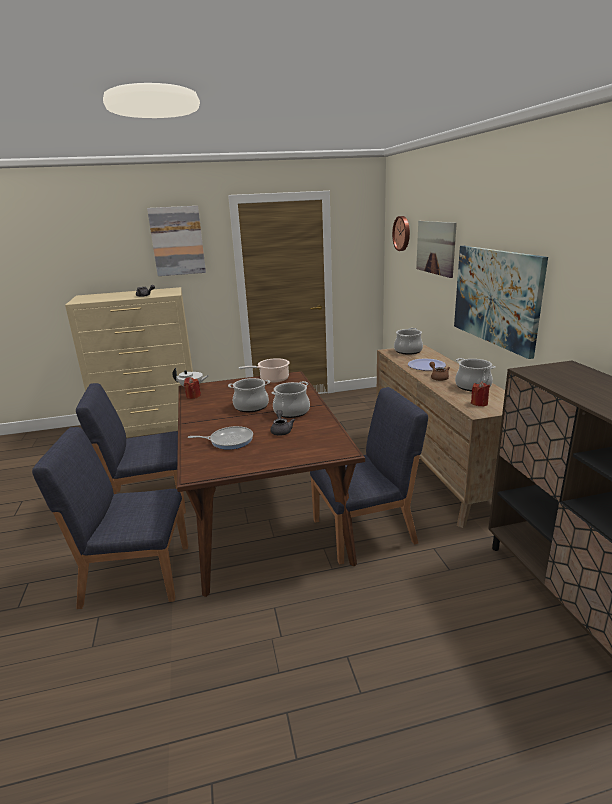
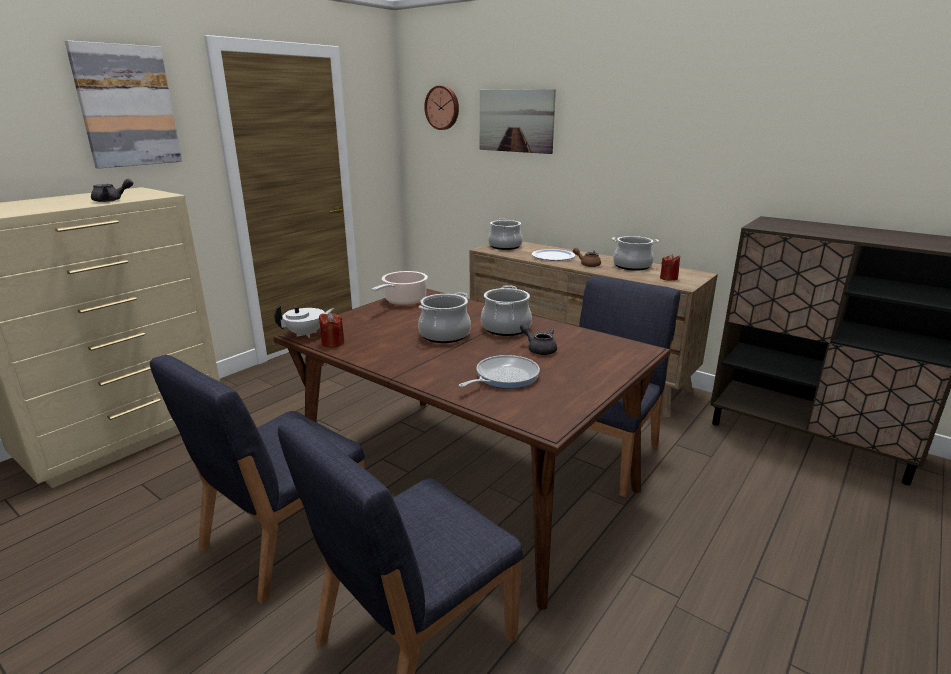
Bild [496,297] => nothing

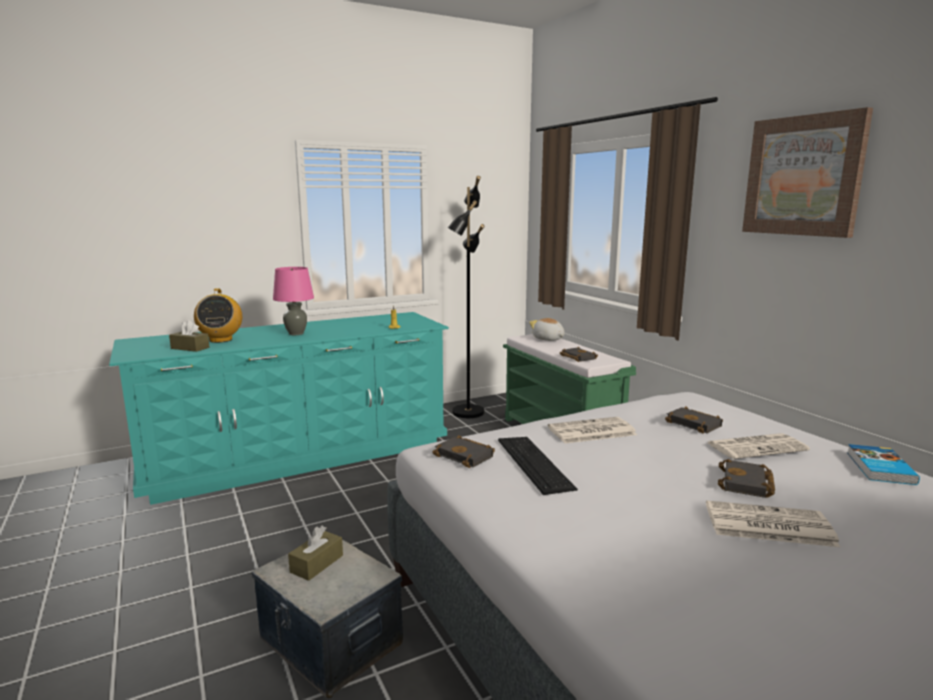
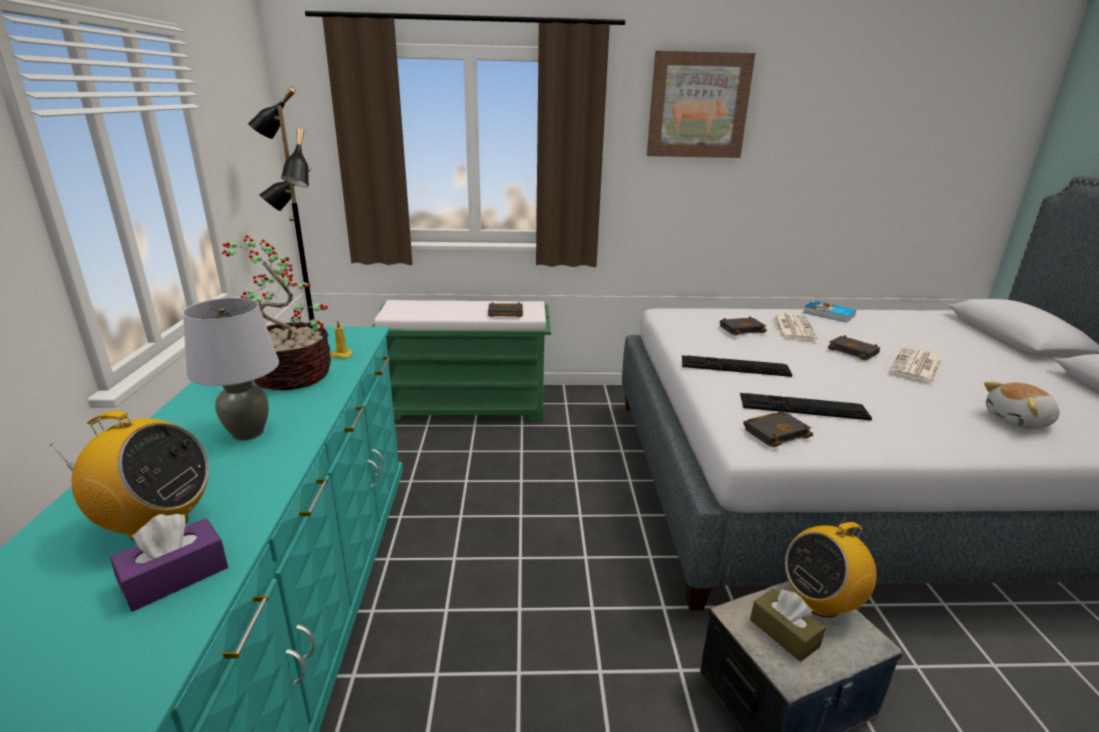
Taschentuchbox/braun [190,348] => Taschentuchbox/lila [175,576]
Tischlampe/rosa [296,333] => Tischlampe/grau [248,433]
nothing => Topfpflanze [289,375]
Zeitung [591,431] => Tastatur [735,366]
nothing => Radio [820,601]
Plüschtier [548,339] => Plüschtier [1019,421], shifted

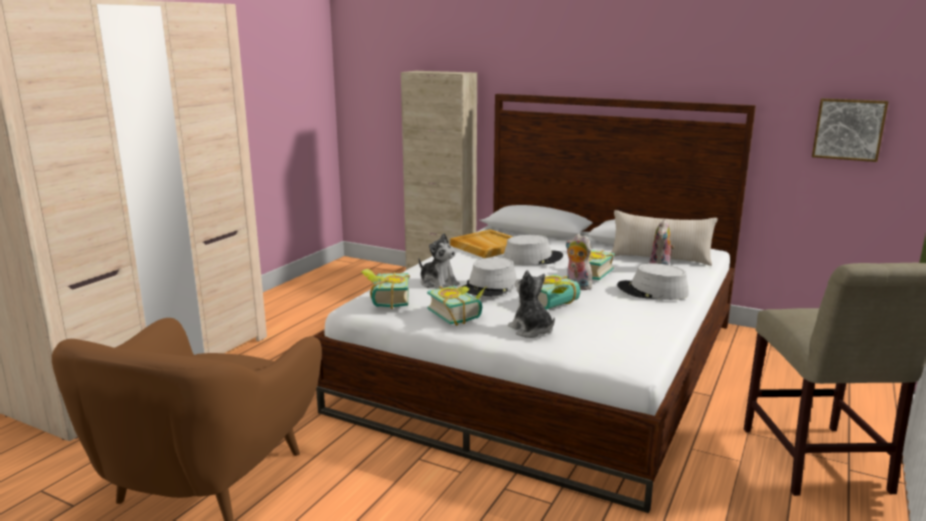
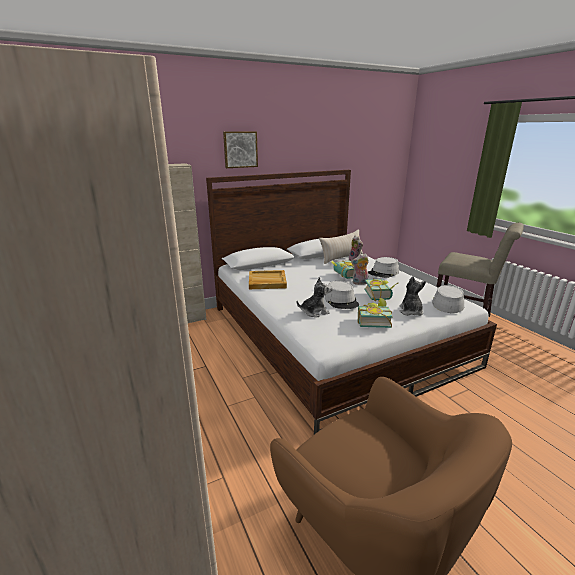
Bild [848,129] => Bild [240,149], shifted
Plüschtier [531,330] => Plüschtier [410,311], 90 degrees clockwise
Hut/grau [532,258] => Hut/grau [447,303], shifted
Buch [385,301] => nothing

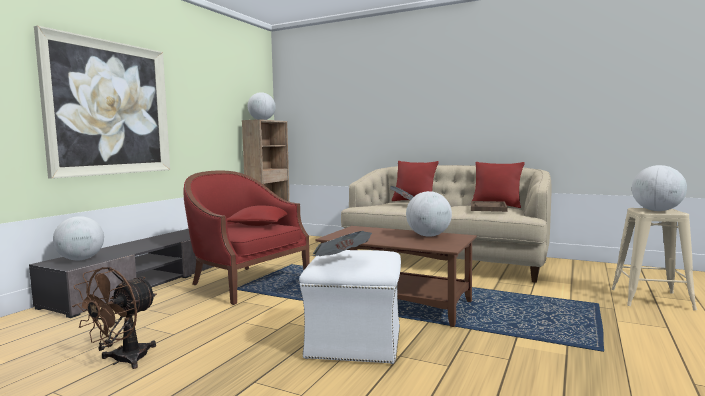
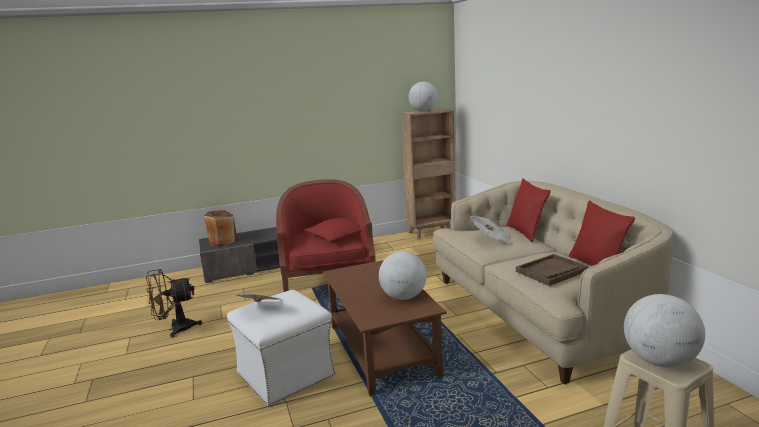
Globus [80,259] => Vase/braun [223,241]
Bild [109,108] => nothing

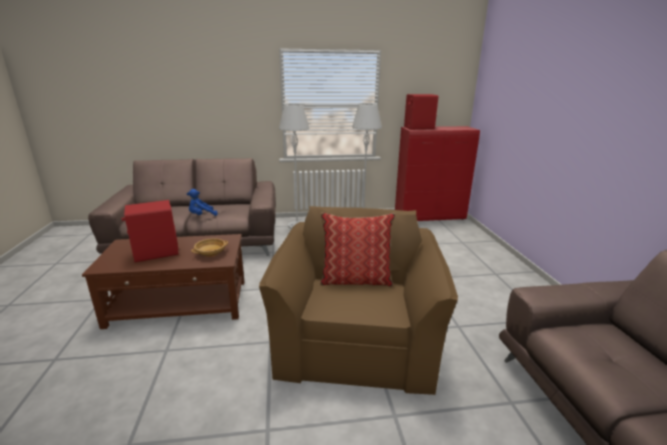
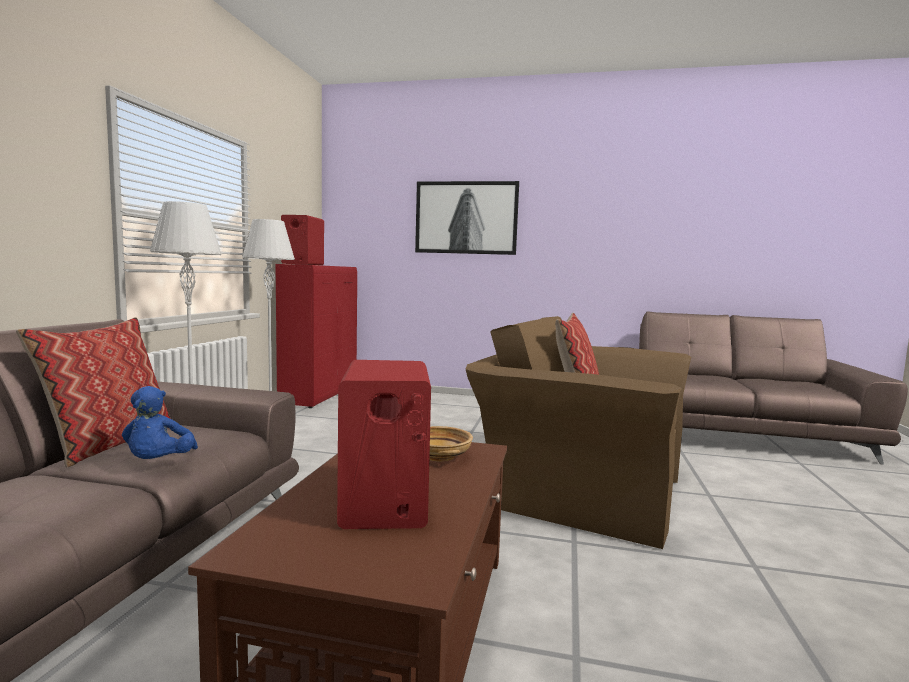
nothing => Kissen [109,443]
nothing => Bild [466,217]

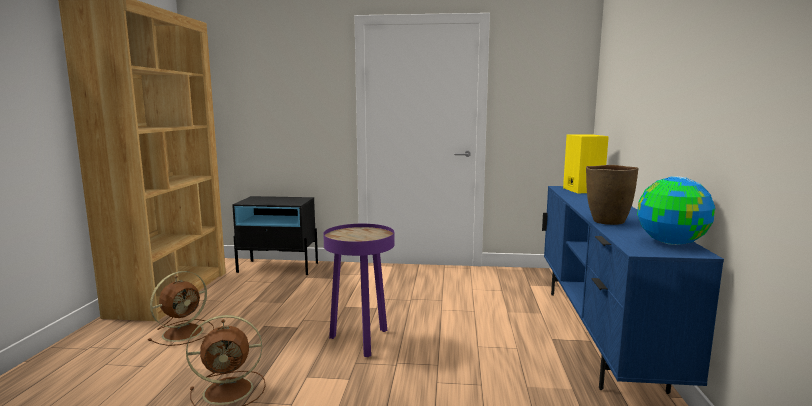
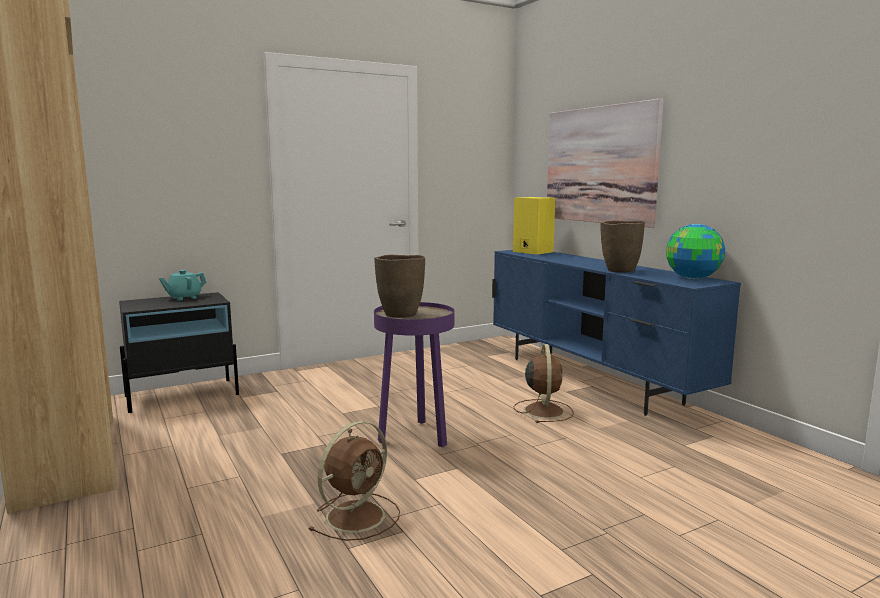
nothing => Teekanne/türkis [184,298]
nothing => Vase/braun [400,315]
Ventilator/braun [184,332] => Ventilator/braun [543,410], shifted
nothing => Bild [600,165]

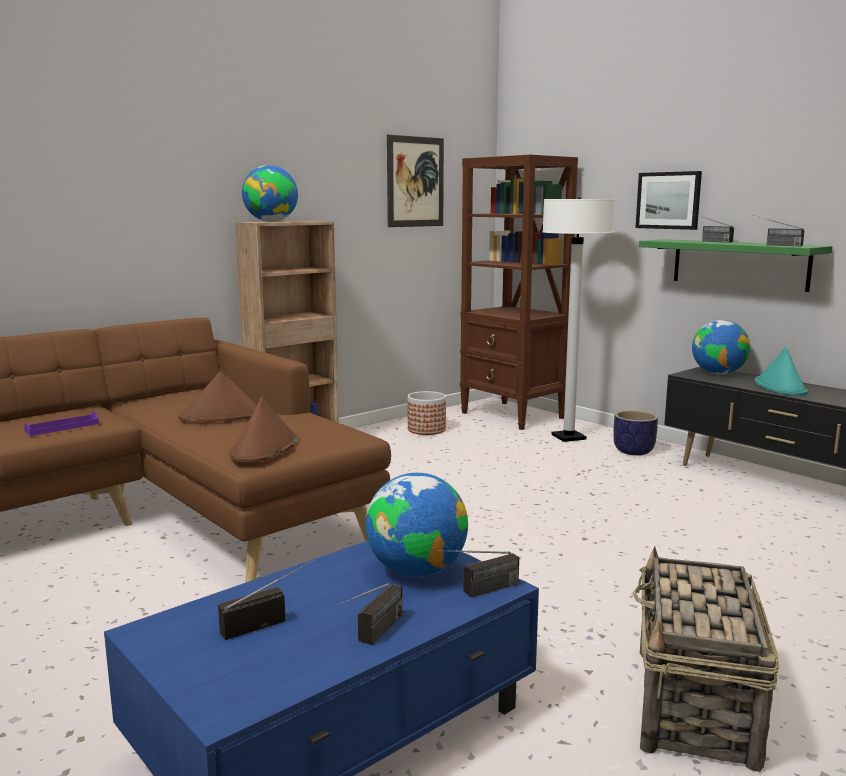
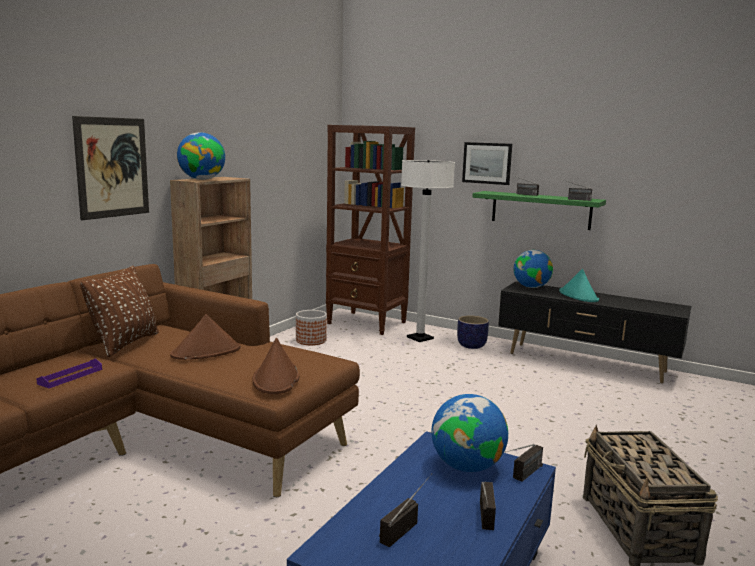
Bild [415,182] => Bild [112,167], shifted
nothing => Kissen/braun [125,343]

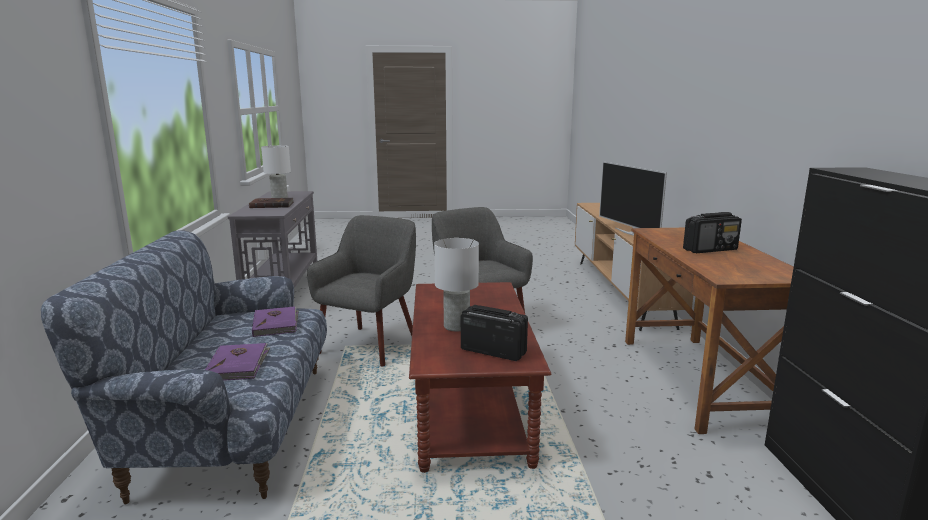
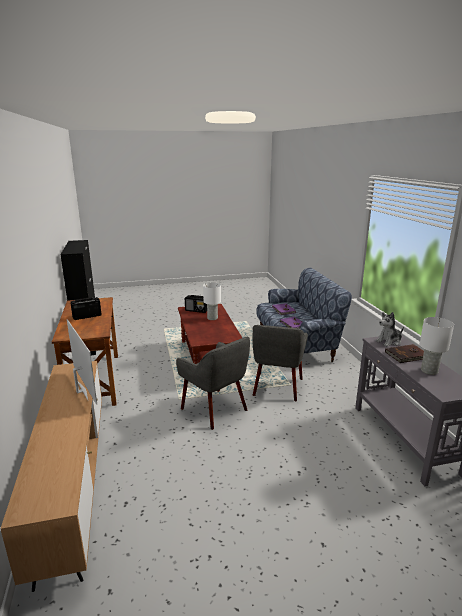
nothing => Plüschtier [389,341]

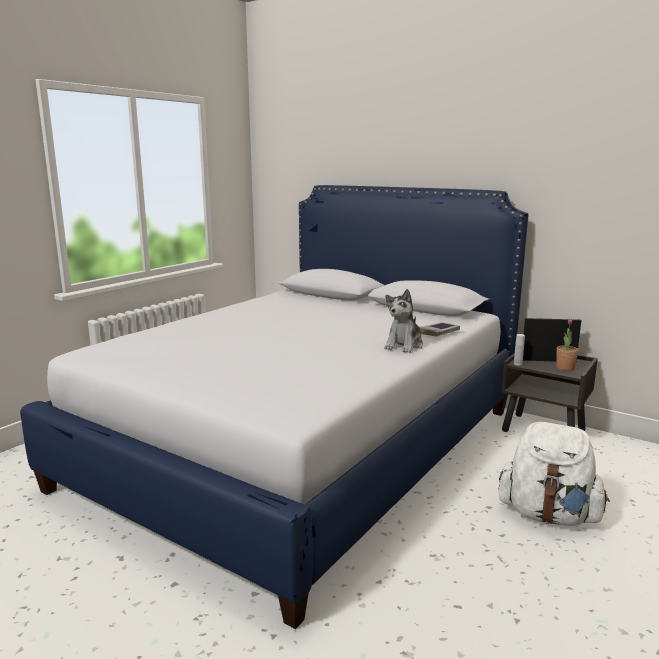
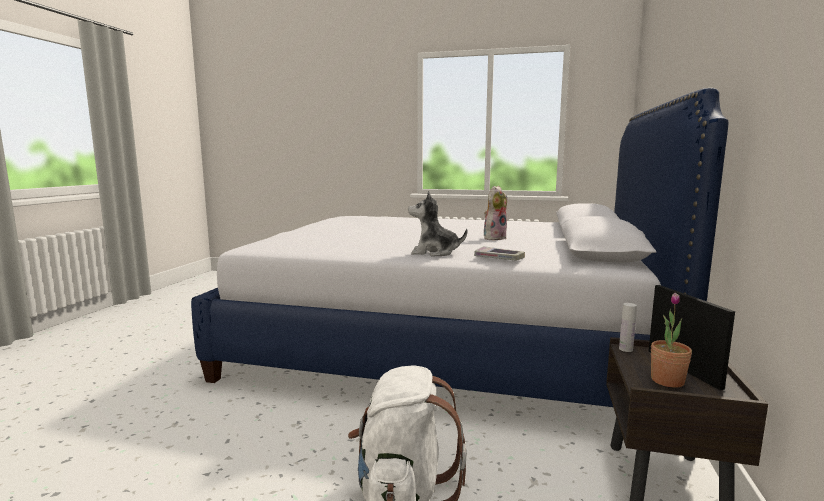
nothing => Plüschtier [494,238]

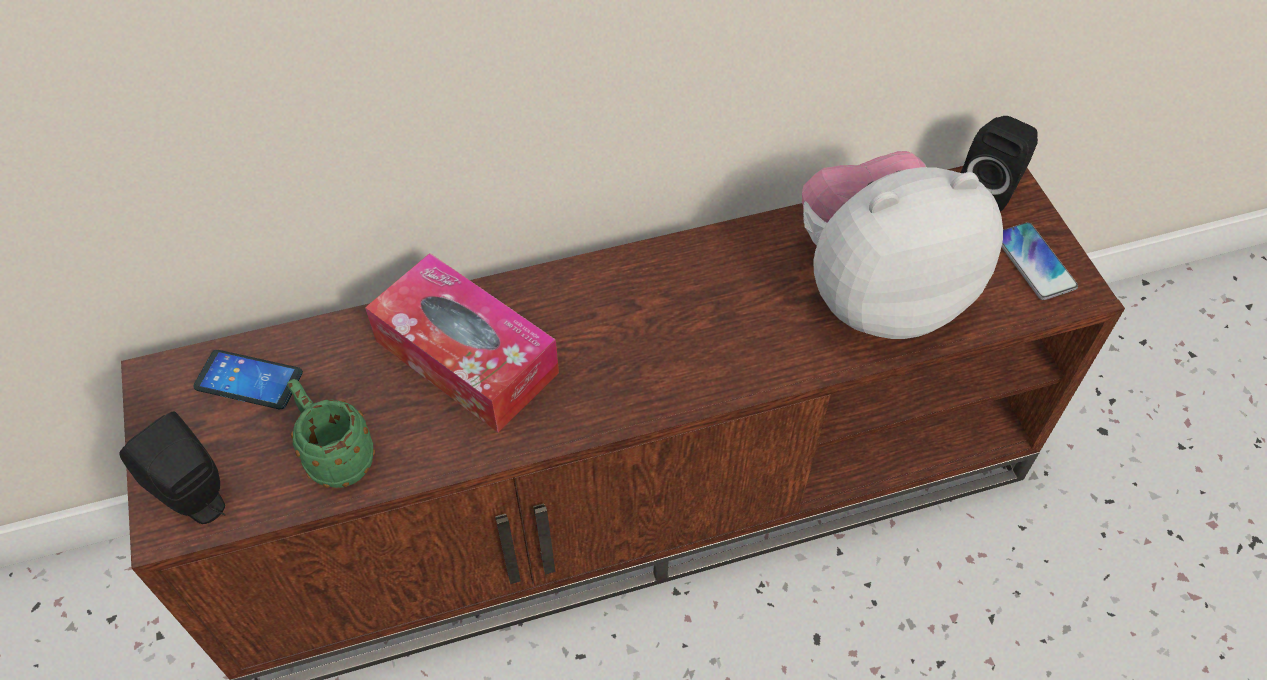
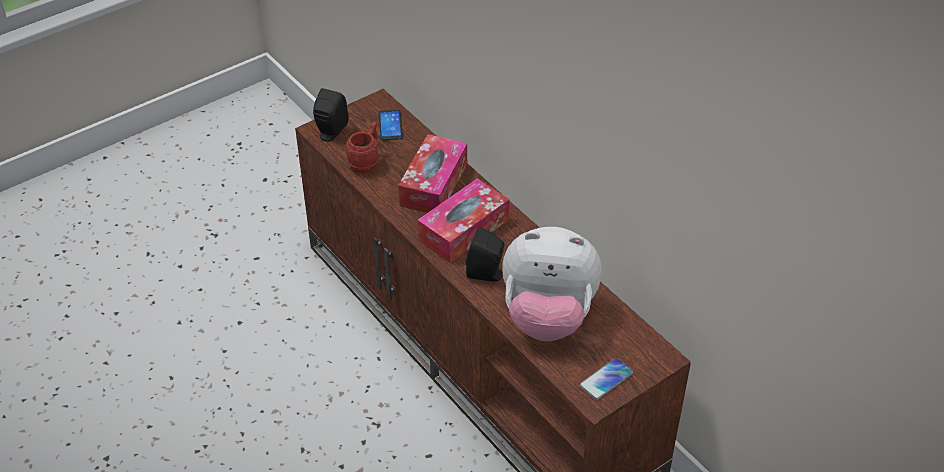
Henkelbecher/grün [335,455] => Henkelbecher/rot [366,162]
nothing => Taschentuchbox [464,230]
Lautsprecher/schwarz [990,189] => Lautsprecher/schwarz [487,274], shifted
Plüschtier [877,292] => Plüschtier [548,317], 135 degrees clockwise

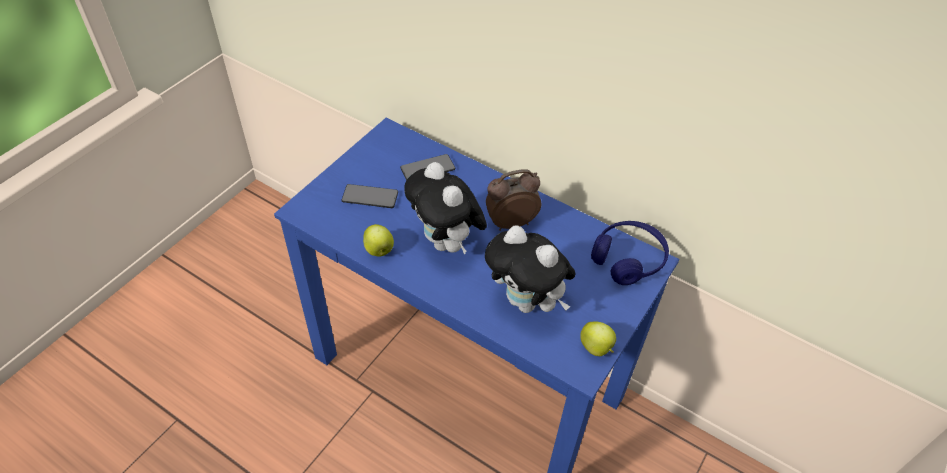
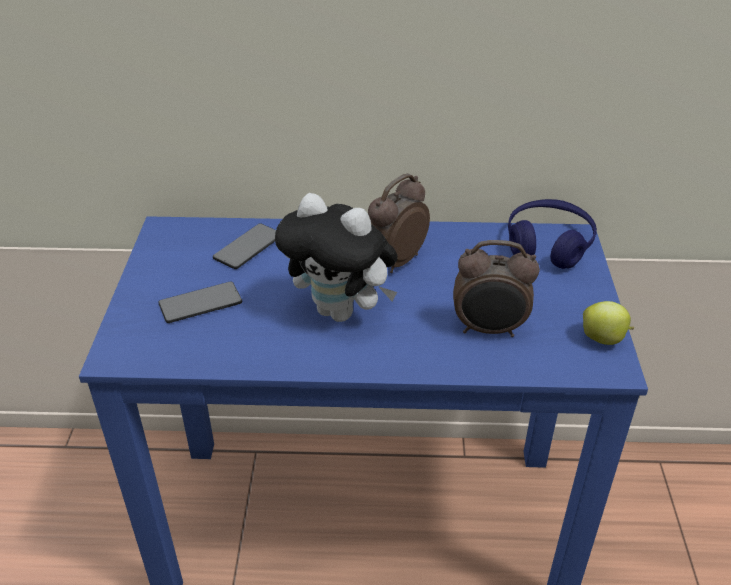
Plüschtier [527,302] => Wecker [489,329]
Apfel [379,251] => nothing

